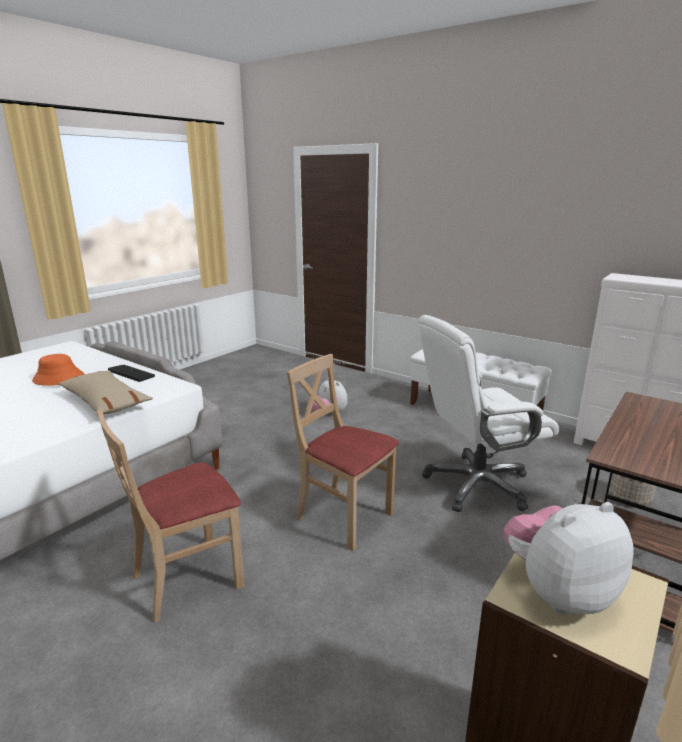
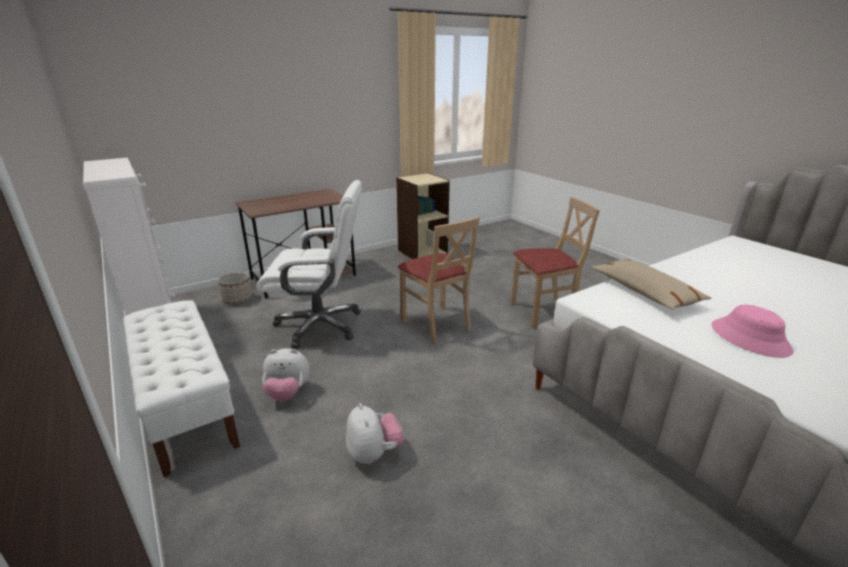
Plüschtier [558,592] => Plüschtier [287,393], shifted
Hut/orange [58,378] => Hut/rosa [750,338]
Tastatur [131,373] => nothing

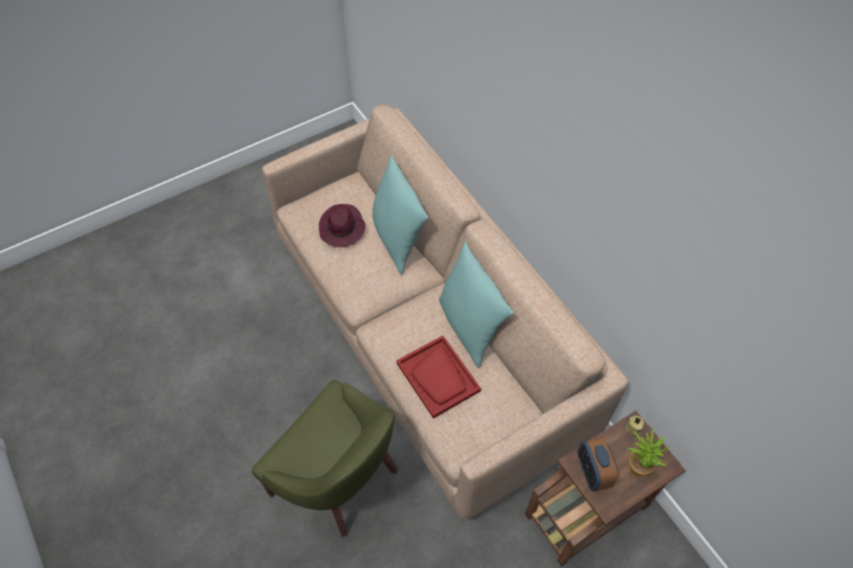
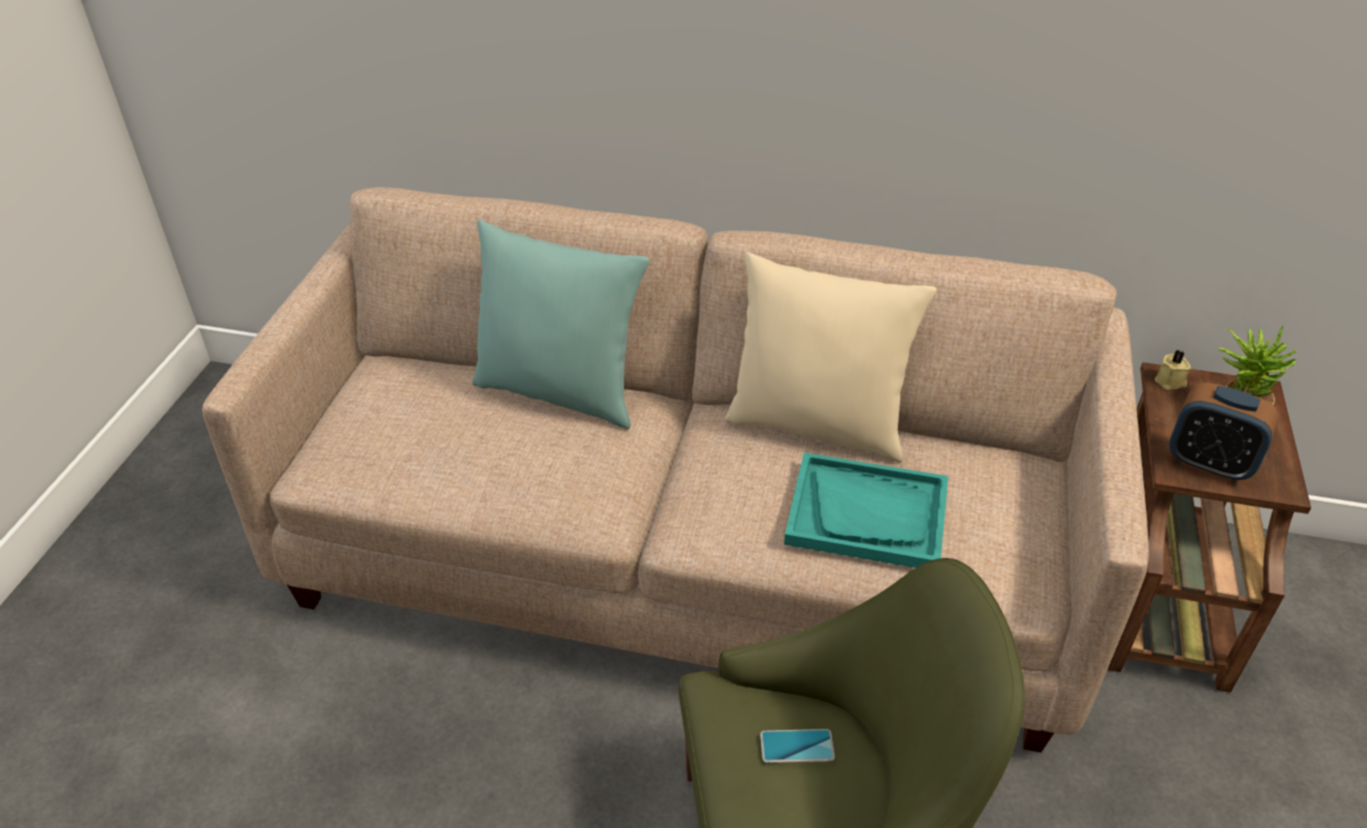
Kissen/türkis [470,327] => Kissen/beige [817,425]
nothing => Handy [797,747]
Tablett/rot [438,377] => Tablett/türkis [867,514]
Hut/lila [342,228] => nothing

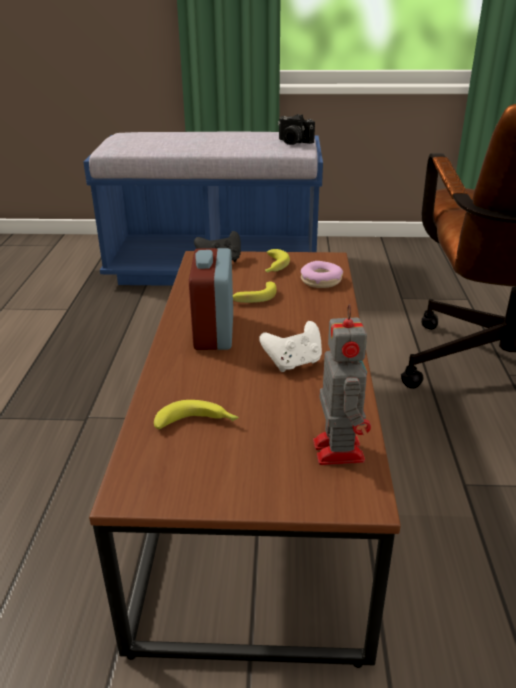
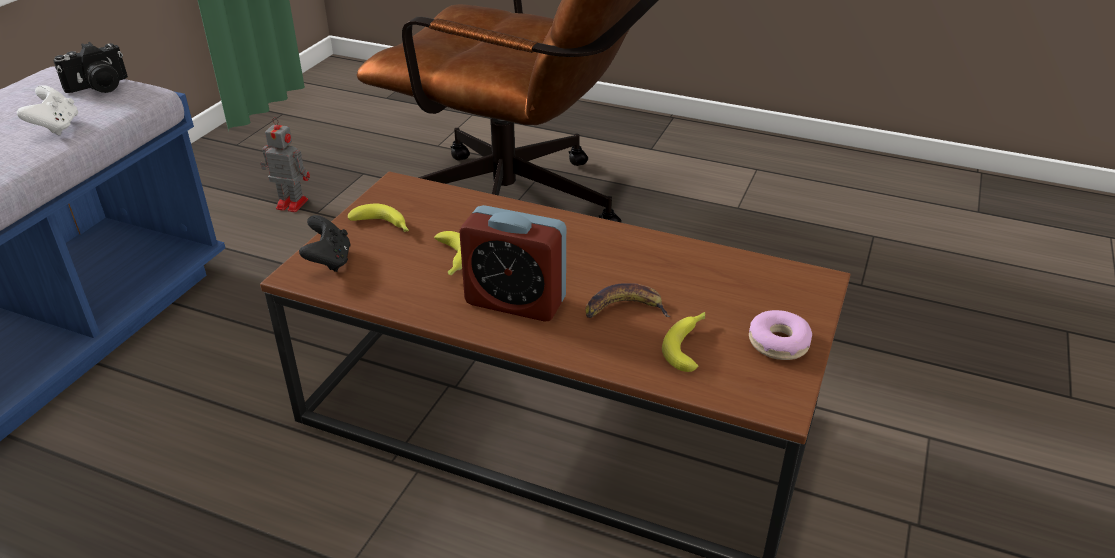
Gamepad/weiß [293,363] => Gamepad/weiß [56,127], shifted
Spielzeugroboter [337,448] => Spielzeugroboter [290,204], shifted
nothing => Banane [624,309]
Donut [321,281] => Donut [778,343], shifted

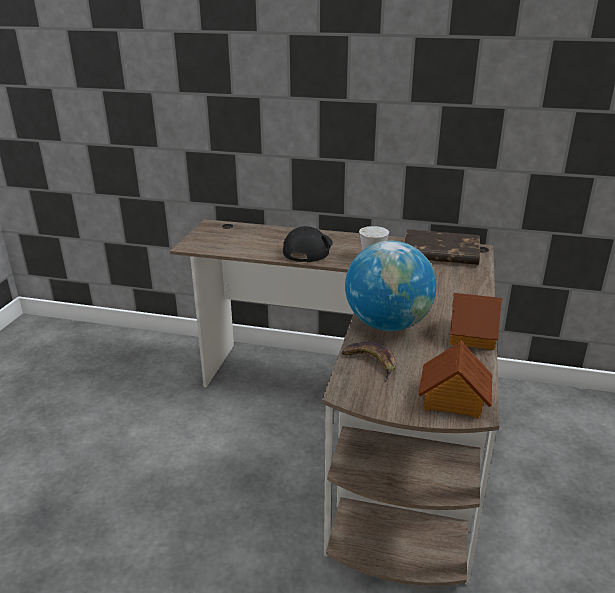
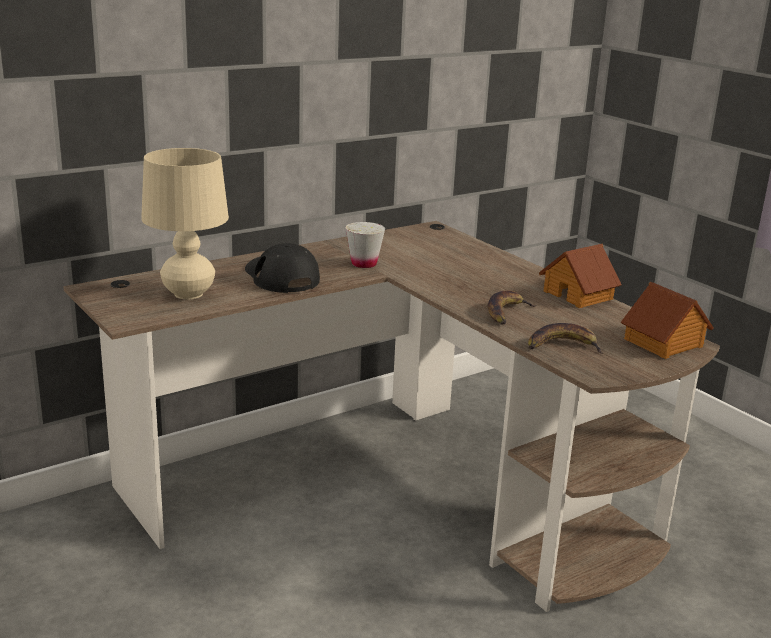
nothing => Tischlampe/beige [188,294]
Globus [387,324] => Banane [506,312]
Buch/braun [439,252] => nothing

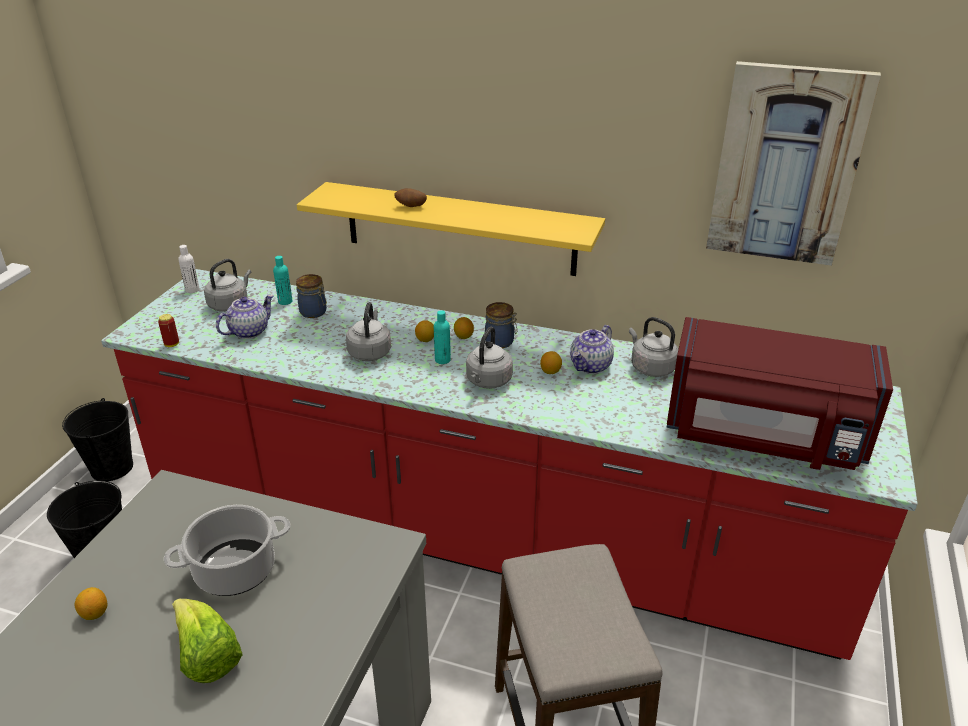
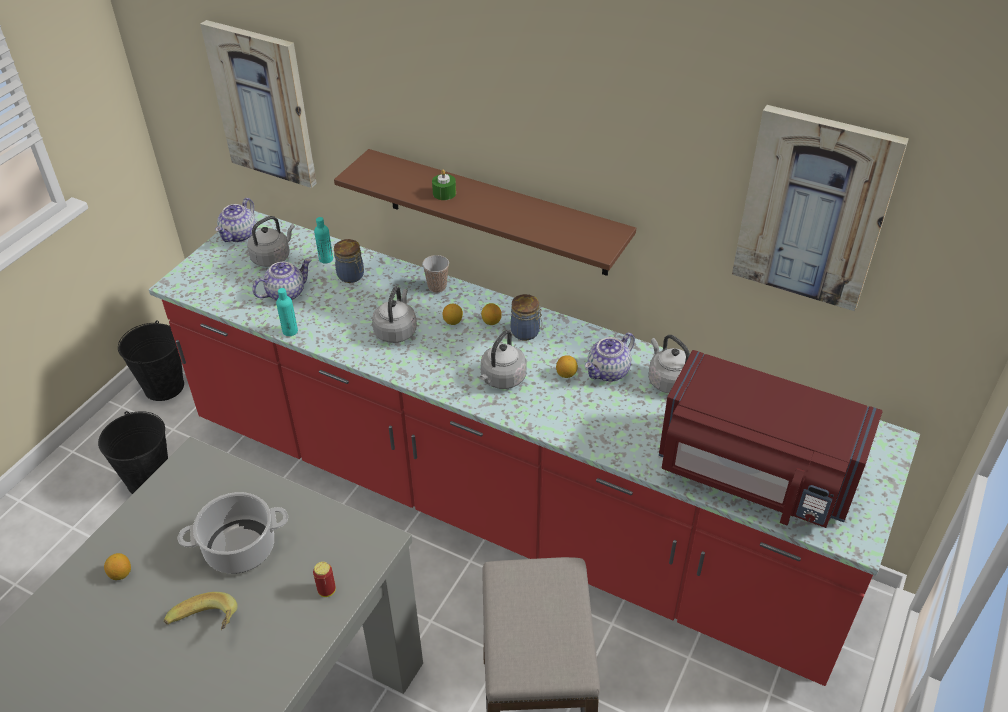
Salatkopf [207,657] => Banane [206,627]
nothing => Bild [263,104]
Flasche/weiß [192,290] => Teekanne [239,235]
Flasche/türkis [442,360] => Flasche/türkis [290,331], shifted
Dose [172,344] => Dose [327,590], shifted
Wandregal/gelb [459,229] => Wandregal/braun [496,213]
nothing => Tasse [437,287]
Kartoffel [410,206] => Kerze/grün [444,193]

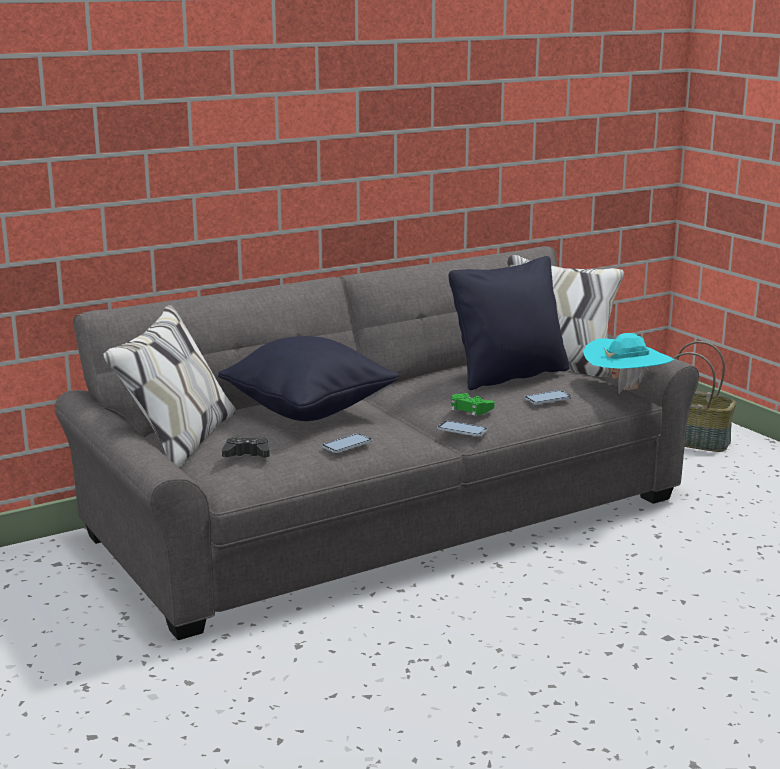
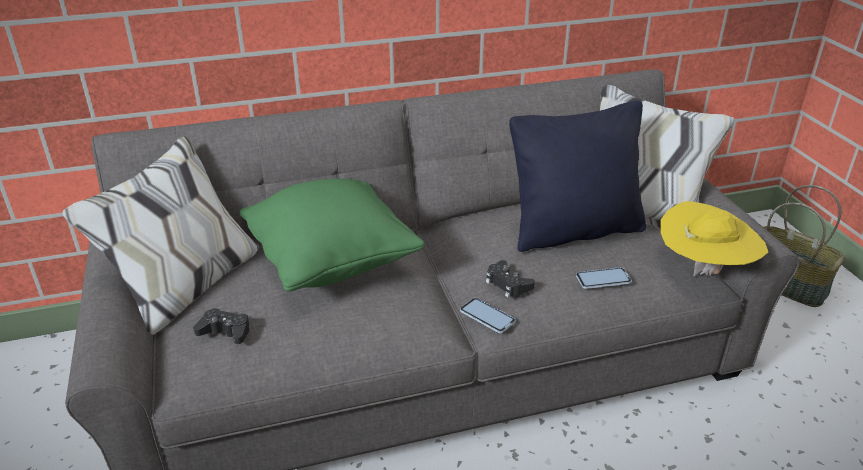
Kissen/schwarz [309,411] => Kissen/grün [332,262]
Gamepad/grün [470,409] => Gamepad/schwarz [508,284]
Hut/türkis [625,389] => Hut/gelb [704,269]
Handy [347,444] => nothing

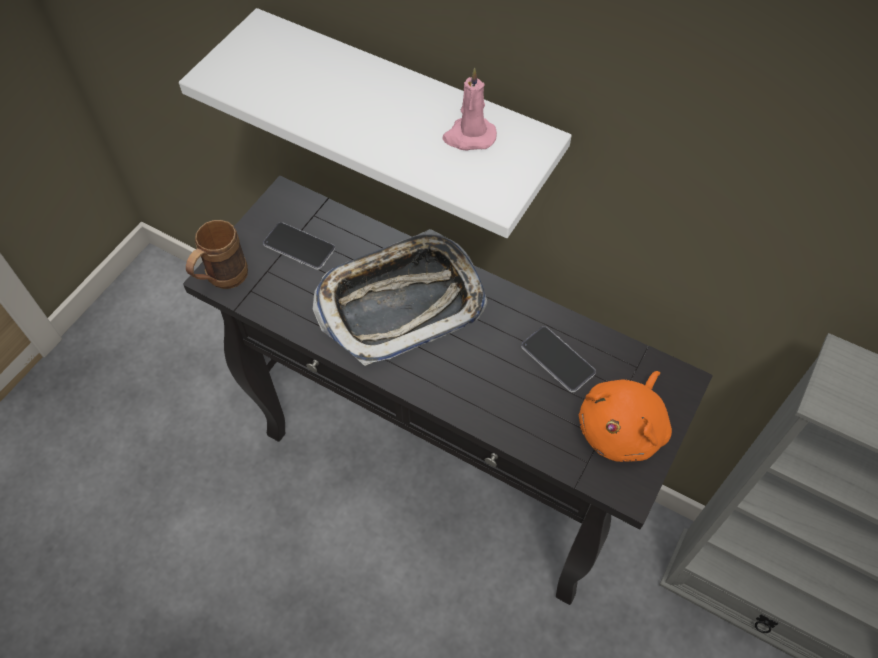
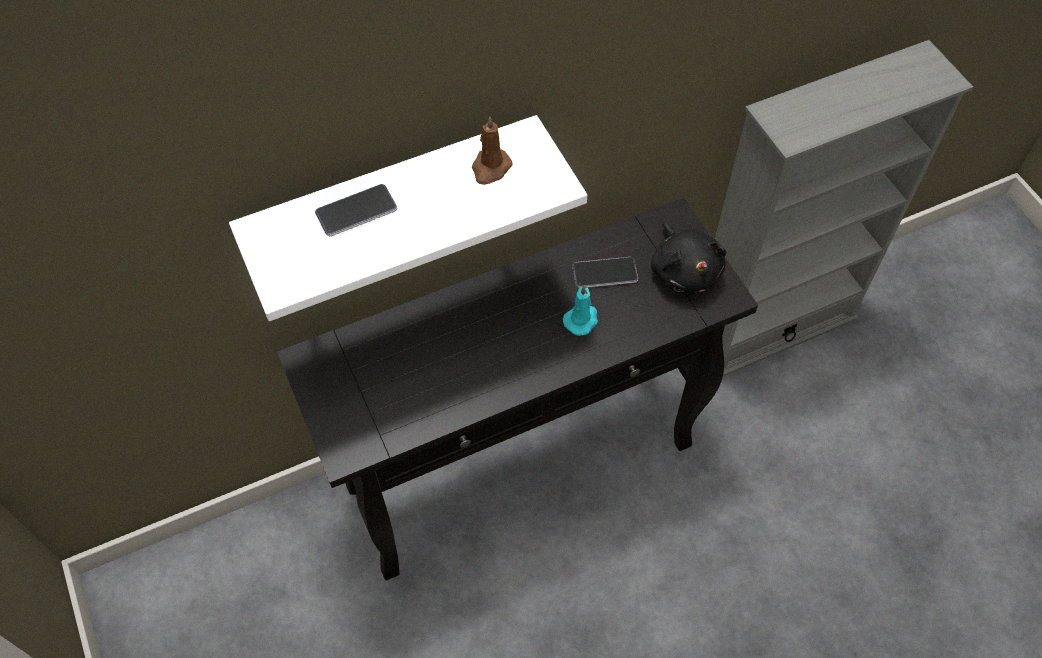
Handy [299,247] => Handy [356,211], shifted
Kerze/rosa [469,136] => Kerze/braun [490,168]
nothing => Kerze/türkis [581,320]
Plüschtier/orange [623,428] => Plüschtier/schwarz [684,271]
Henkelbecher/braun [221,280] => nothing
Tablett [401,302] => nothing

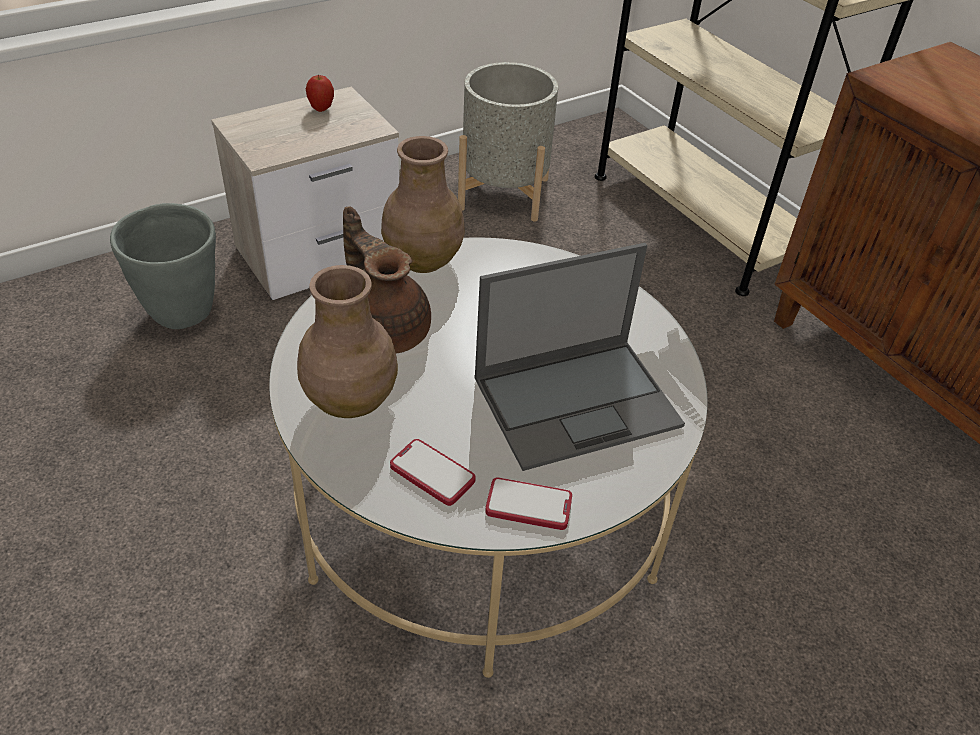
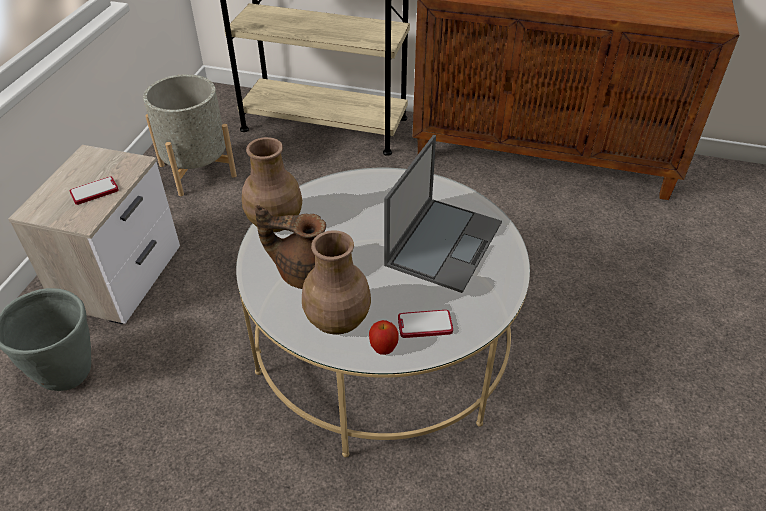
Handy [528,505] => Handy [94,192], shifted
Apfel [321,109] => Apfel [383,349], shifted

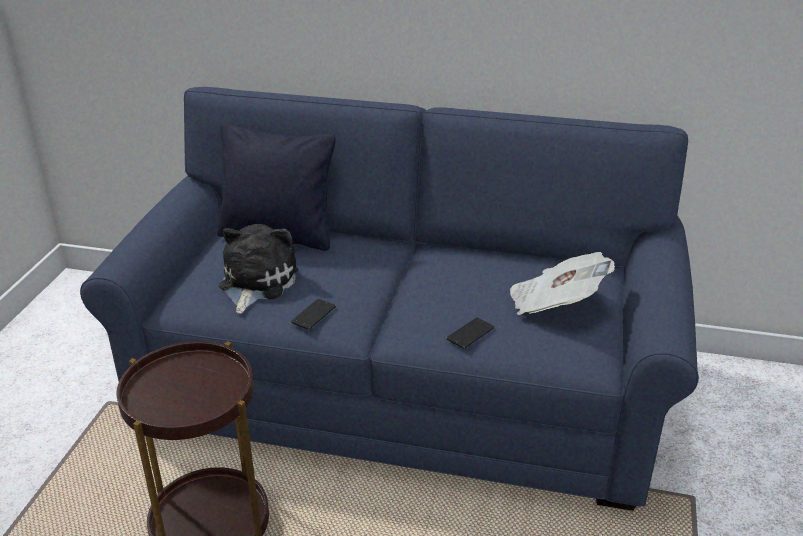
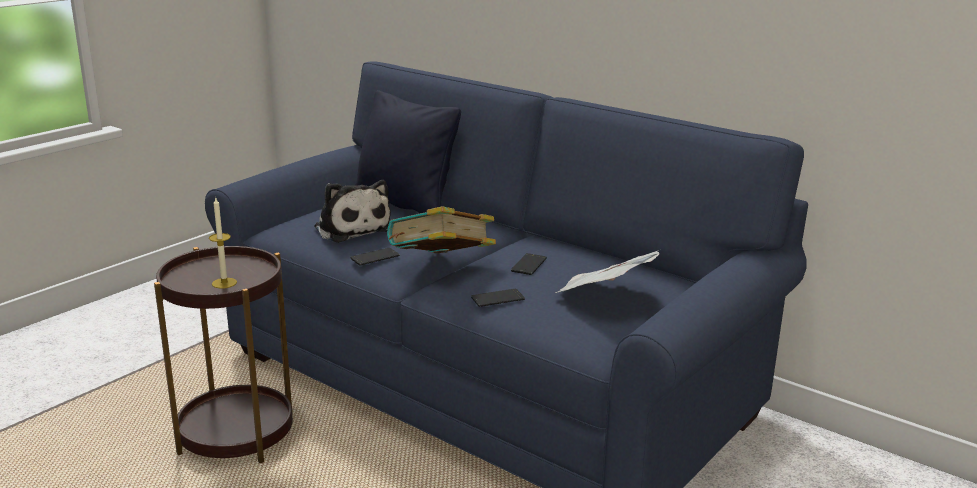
nothing => Kerze [224,283]
Plüschtier [256,282] => Plüschtier [351,228], 105 degrees clockwise
nothing => Buch [441,266]
nothing => Handy [529,265]

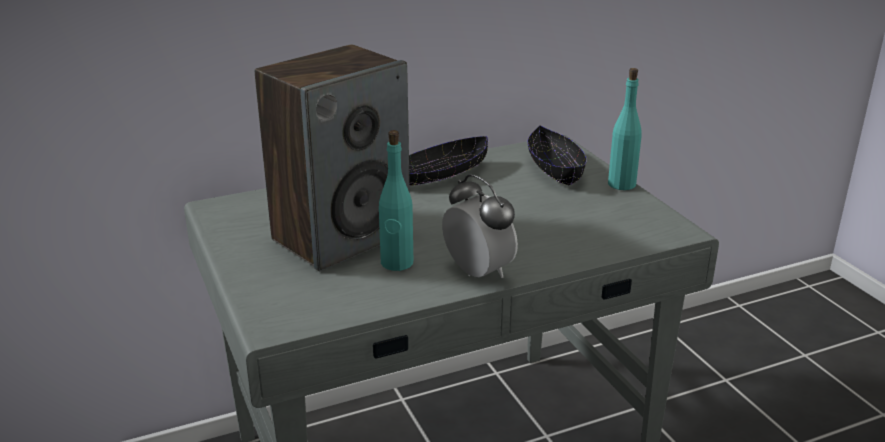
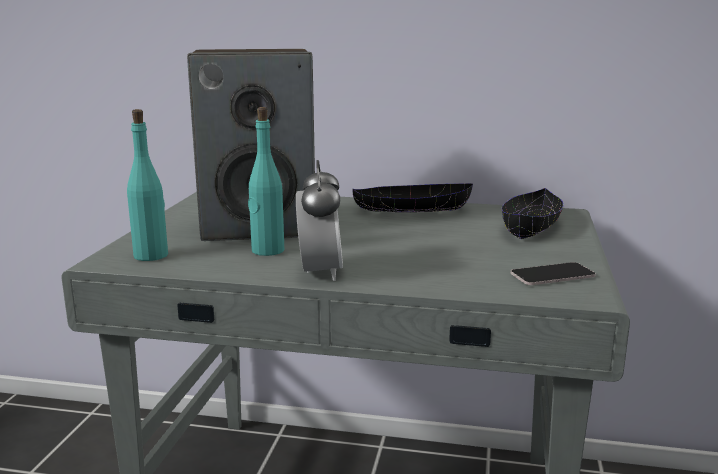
Flasche/türkis [621,184] => Flasche/türkis [151,255], shifted
nothing => Handy [552,275]

